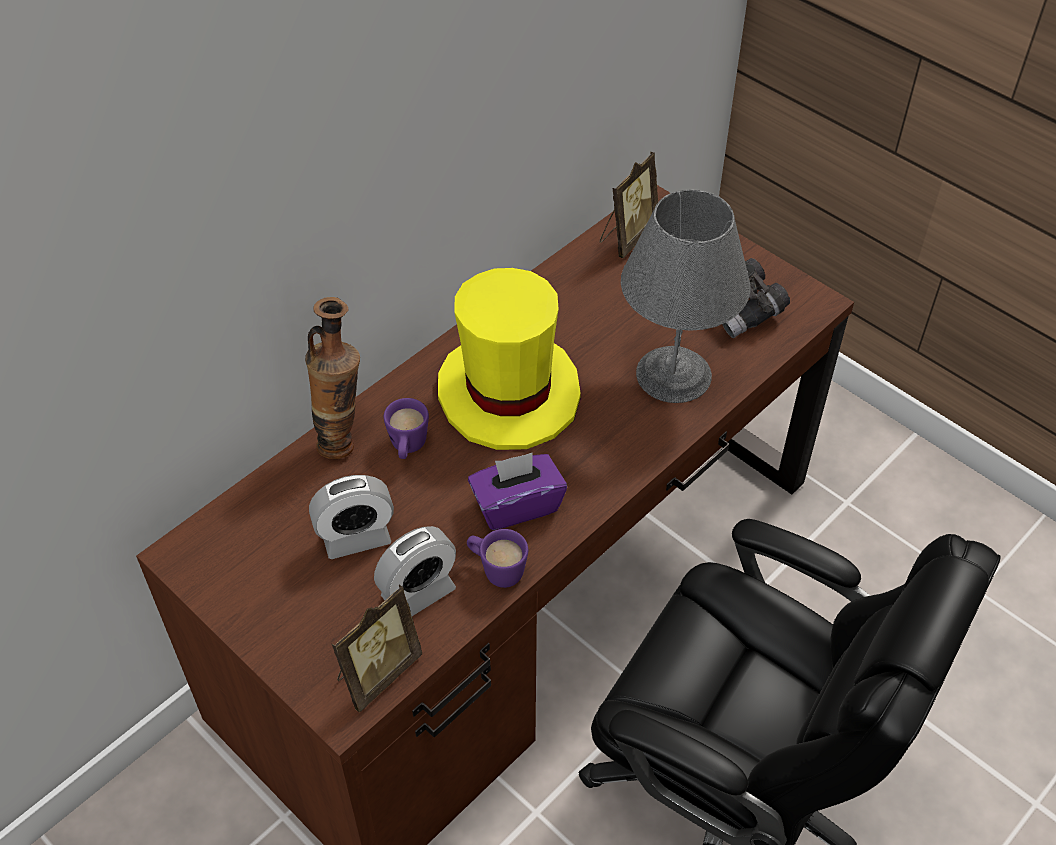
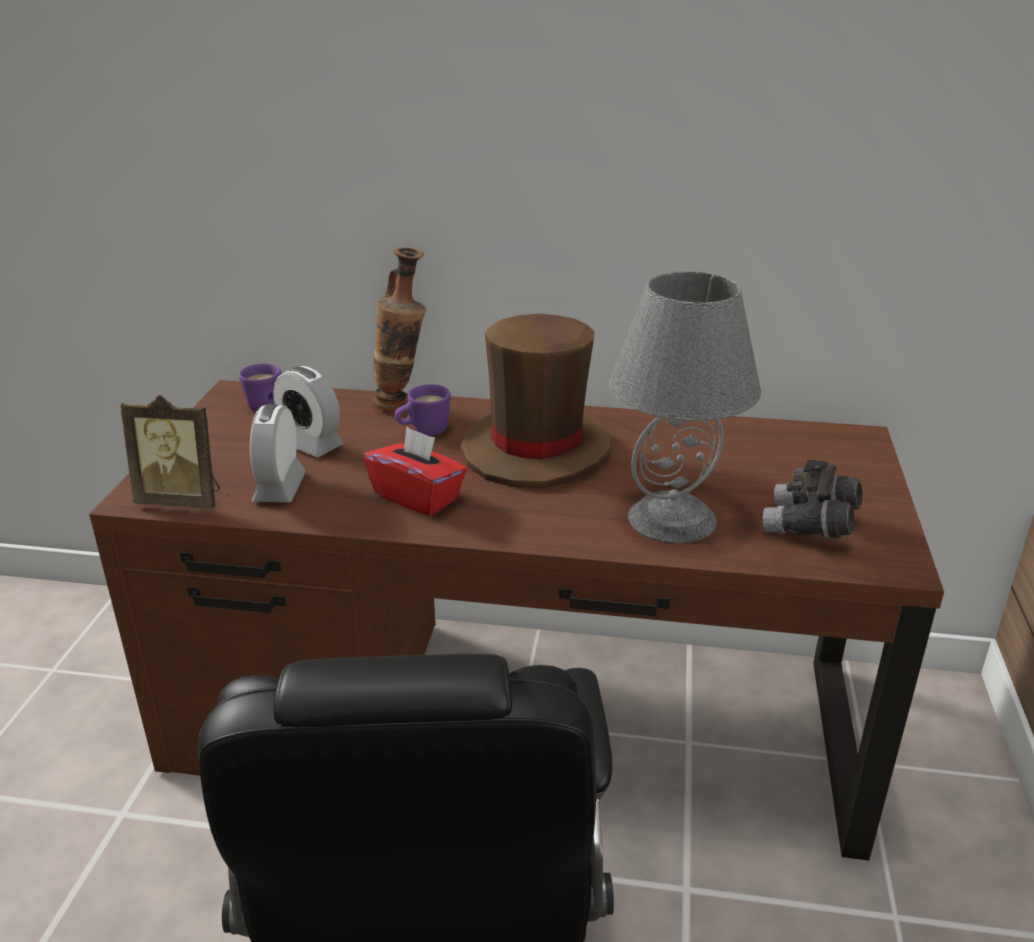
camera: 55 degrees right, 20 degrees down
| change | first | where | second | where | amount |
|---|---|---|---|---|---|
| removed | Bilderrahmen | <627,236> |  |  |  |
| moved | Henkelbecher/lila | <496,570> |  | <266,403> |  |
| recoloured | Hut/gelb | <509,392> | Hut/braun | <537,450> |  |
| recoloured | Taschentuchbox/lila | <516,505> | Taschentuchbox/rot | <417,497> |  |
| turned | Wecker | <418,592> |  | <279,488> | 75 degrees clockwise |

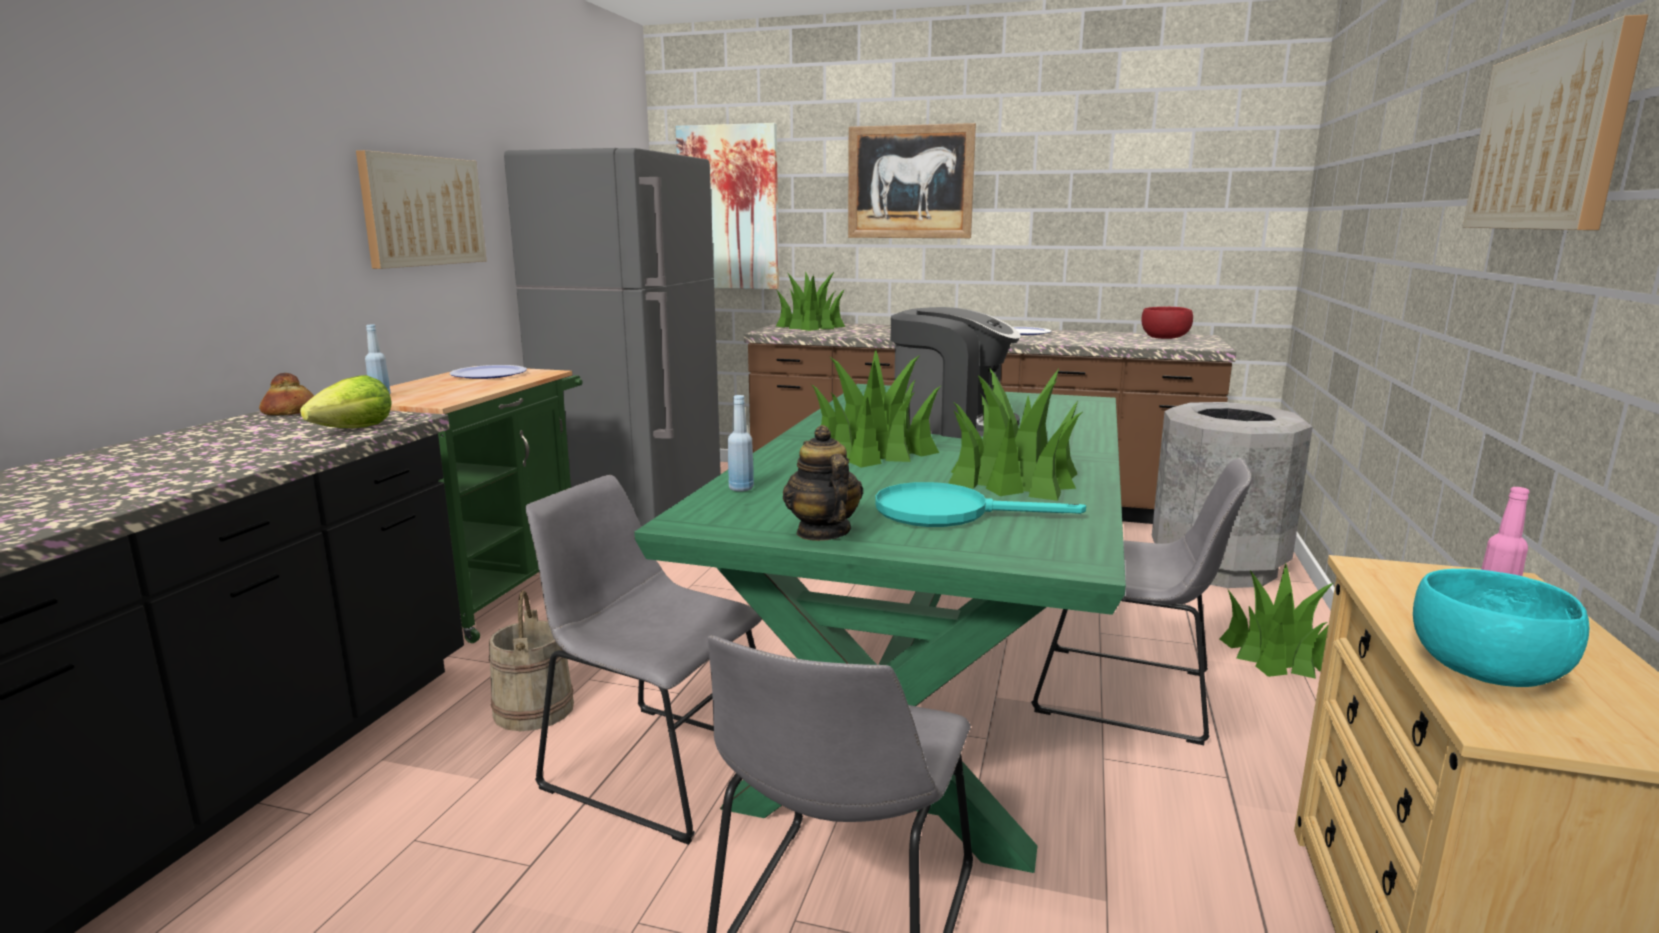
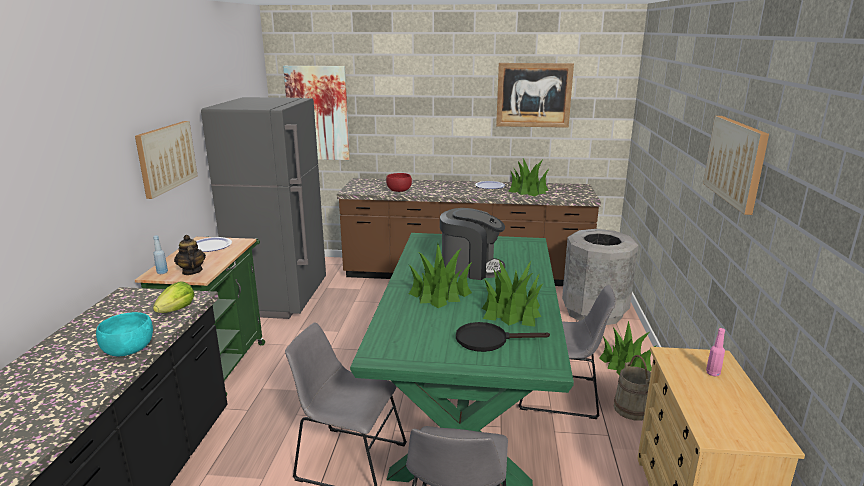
camera: 10 degrees left, 5 degrees up
| change | first | where | second | where | amount |
|---|---|---|---|---|---|
| removed | Brot | <290,411> |  |  |  |
| removed | Flasche/blau | <741,489> |  |  |  |
| moved | Eimer/beige | <533,709> |  | <632,408> |  |
| moved | Topfpflanze | <810,326> |  | <528,190> |  |
| moved | Teekanne | <822,532> |  | <192,271> |  |
| moved | Bild | <910,182> |  | <533,95> |  |
| moved | Schüssel/rot | <1165,338> |  | <399,191> |  |
| moved | Schüssel/türkis | <1485,673> |  | <128,350> |  |
| recoloured | Pfanne/türkis | <948,512> | Pfanne/schwarz | <489,340> |  |

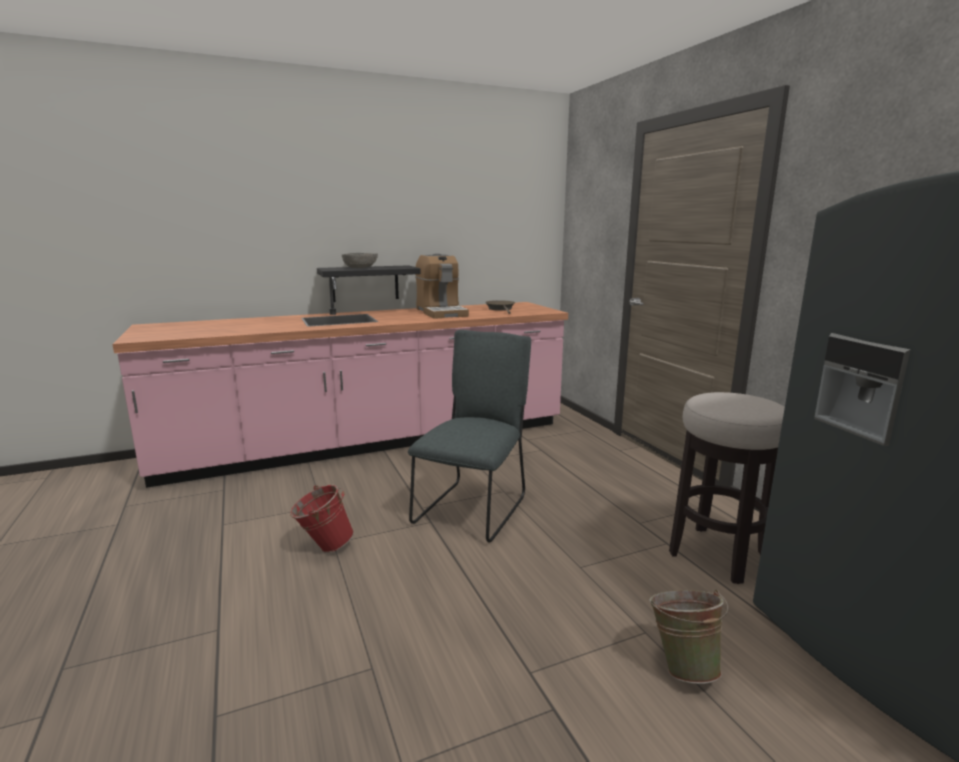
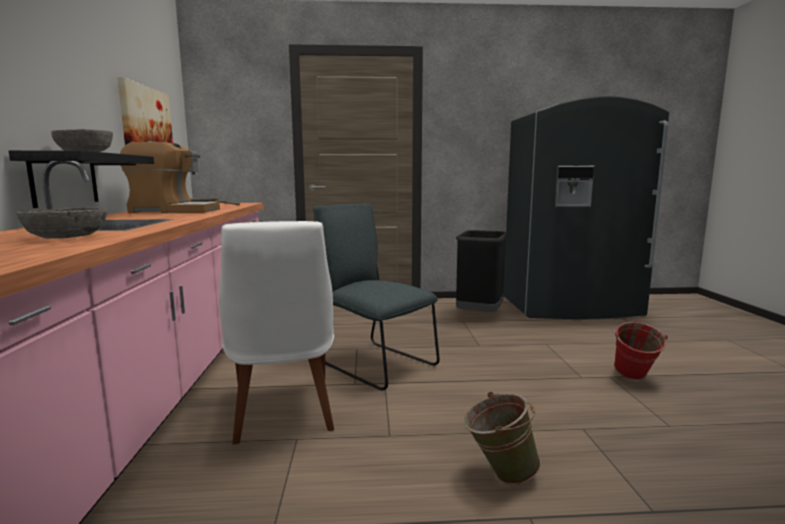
camera: 70 degrees left, 5 degrees down
| change | first | where | second | where | amount |
|---|---|---|---|---|---|
| added |  |  | Schüssel/grau | <68,237> |  |
| added |  |  | Bild | <145,119> |  |
| added |  |  | Stuhl/weiß | <283,411> |  |
| moved | Eimer/rot | <323,547> |  | <633,379> |  |
| moved | Eimer/grün | <682,665> |  | <499,474> |  |
| replaced | Hocker | <717,554> | Mülleimer/schwarz | <480,315> |  |

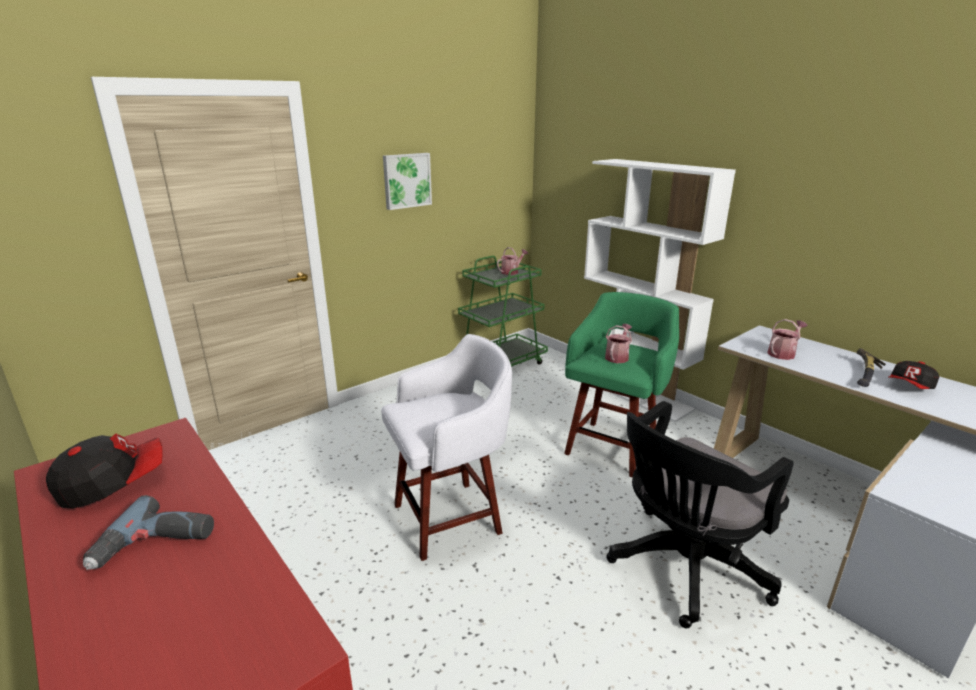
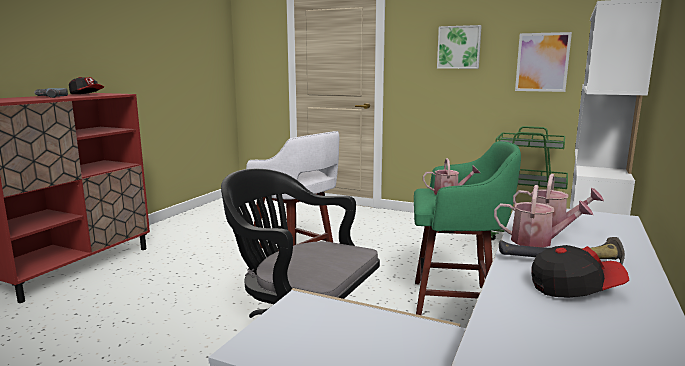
camera: 65 degrees right, 10 degrees down
| change | first | where | second | where | amount |
|---|---|---|---|---|---|
| added |  |  | Bild | <542,62> |  |
| moved | Gießkanne | <511,272> |  | <537,242> |  |
| turned | Kappe | <910,386> |  | <574,288> | 150 degrees clockwise |

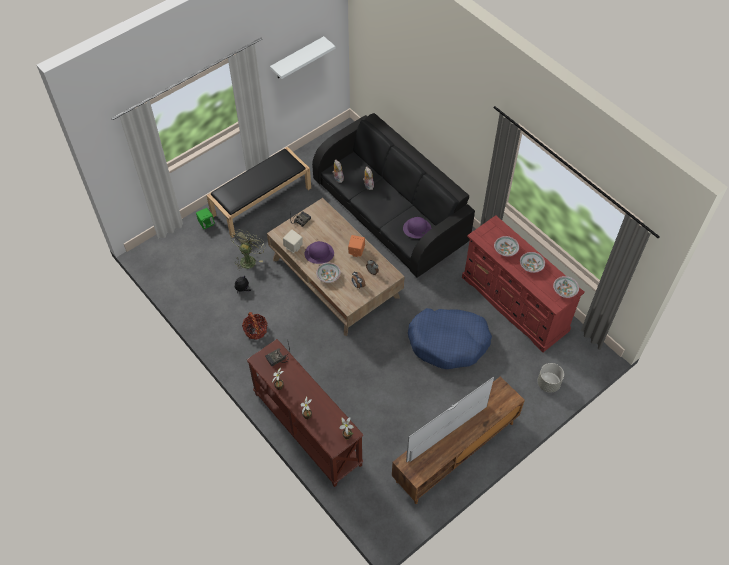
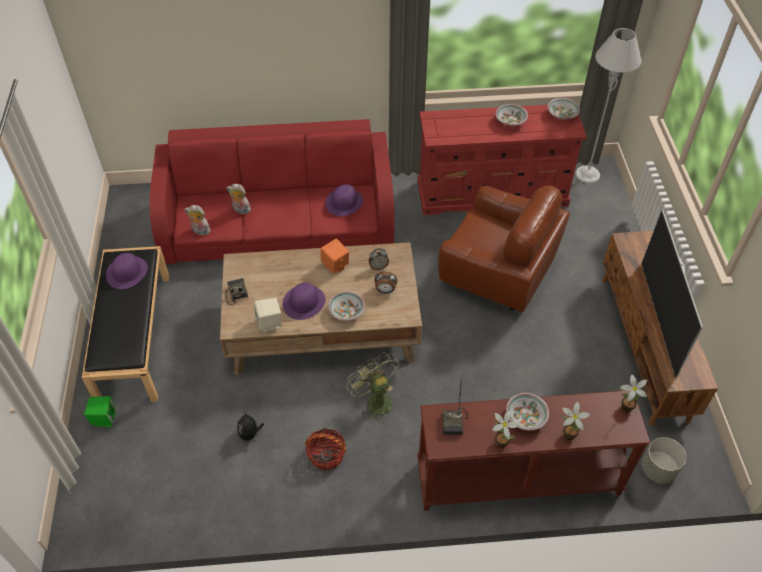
camera: 55 degrees left, 5 degrees down
| change | first | where | second | where | amount |
|---|---|---|---|---|---|
| removed | Wandregal/weiß | <297,58> |  |  |  |
| added |  |  | Hut/lila | <127,272> |  |
| added |  |  | Stehlampe/grau | <587,175> |  |
| moved | Ventilator/grün | <248,259> |  | <375,400> |  |
| moved | Schüssel | <505,250> |  | <525,417> |  |
| moved | Pflanzkübel/grau | <548,383> |  | <658,469> |  |
| replaced | Hundebett/blau | <448,342> | Sessel/braun | <497,273> |  |
| recoloured | Sofa/schwarz | <391,211> | Sofa/rot | <279,223> |  |

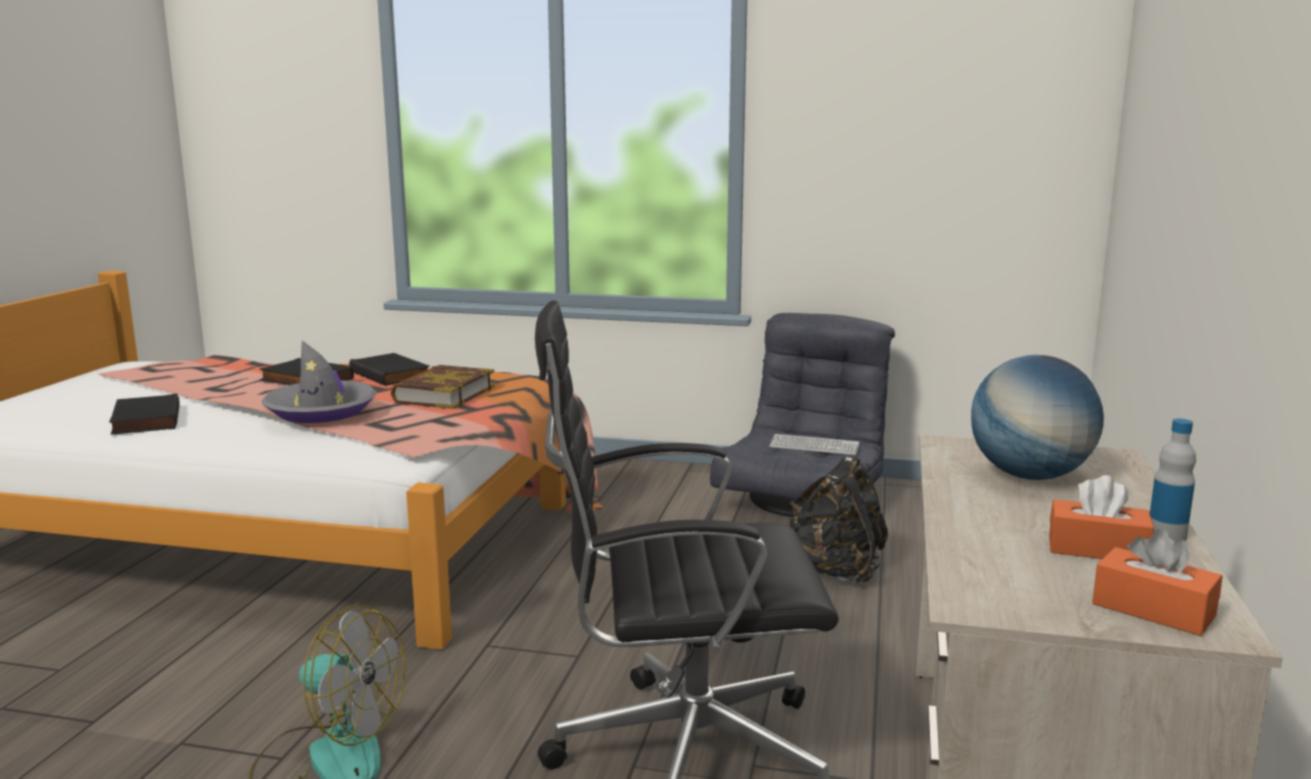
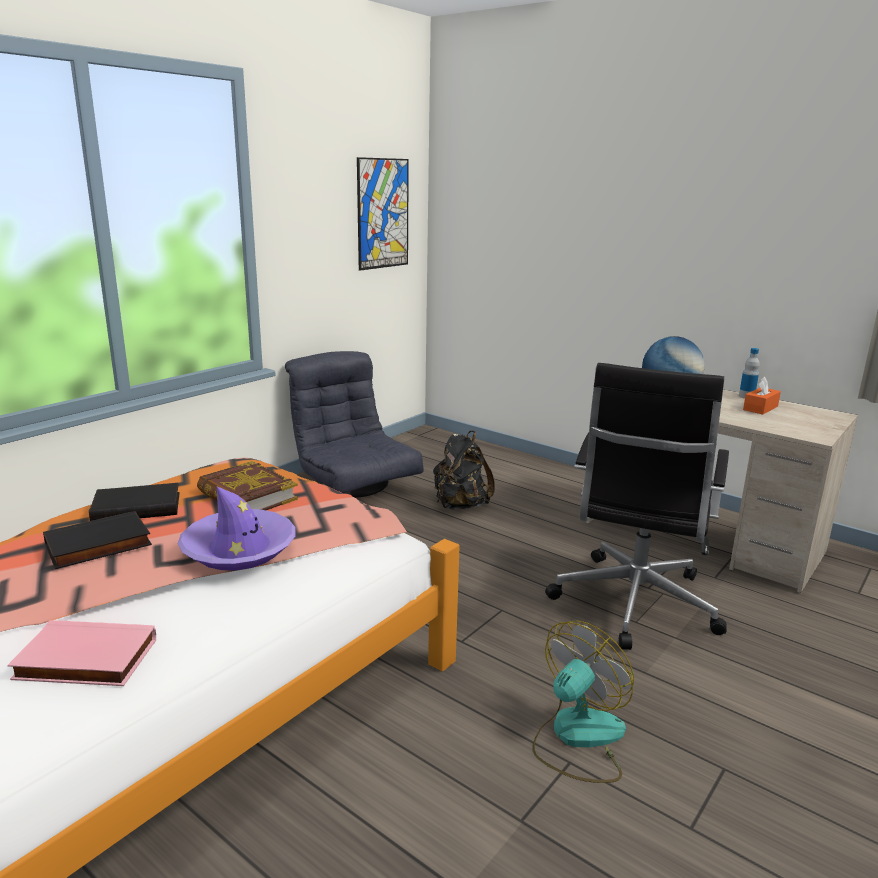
camera: 65 degrees left, 5 degrees up
| change | first | where | second | where | amount |
|---|---|---|---|---|---|
| removed | Tastatur | <814,446> |  |  |  |
| removed | Taschentuchbox/orange | <1153,610> |  |  |  |
| added |  |  | Bild | <383,214> |  |
| recoloured | Buch/schwarz | <144,420> | Buch/rosa | <84,661> |  |
| recoloured | Hut/grau | <321,411> | Hut/lila | <239,549> |  |

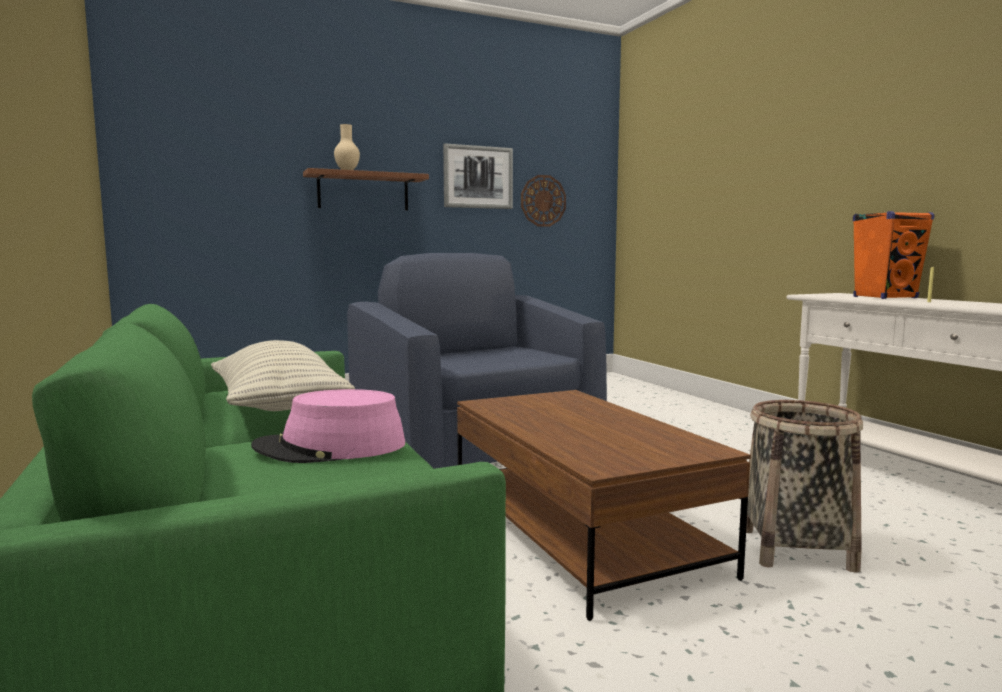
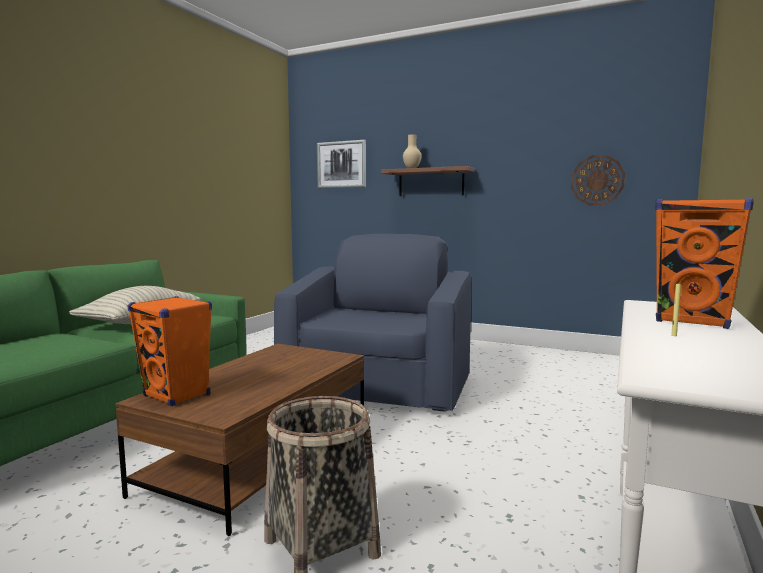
camera: 50 degrees right, 0 degrees up
| change | first | where | second | where | amount |
|---|---|---|---|---|---|
| removed | Hut/rosa | <331,447> |  |  |  |
| added |  |  | Lautsprecher/orange | <177,395> |  |
| moved | Bild | <478,177> |  | <341,164> |  |

